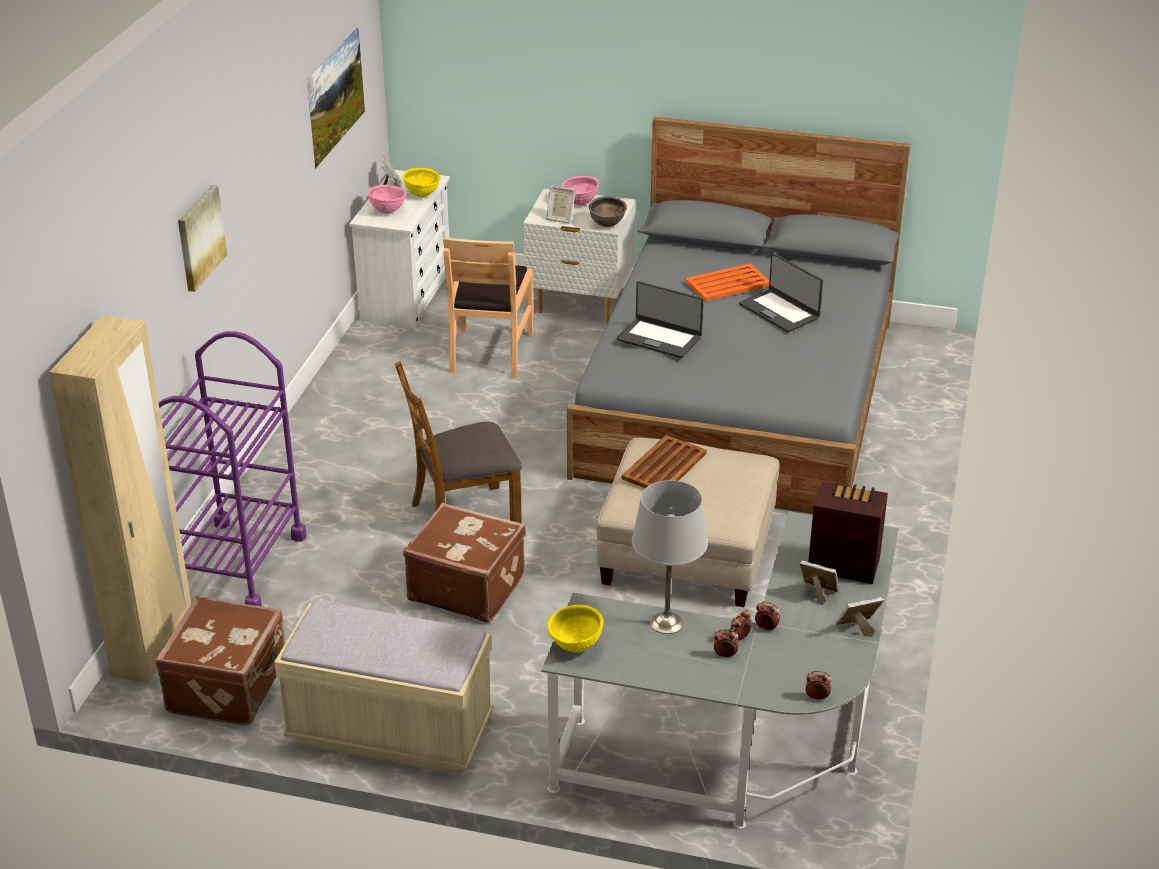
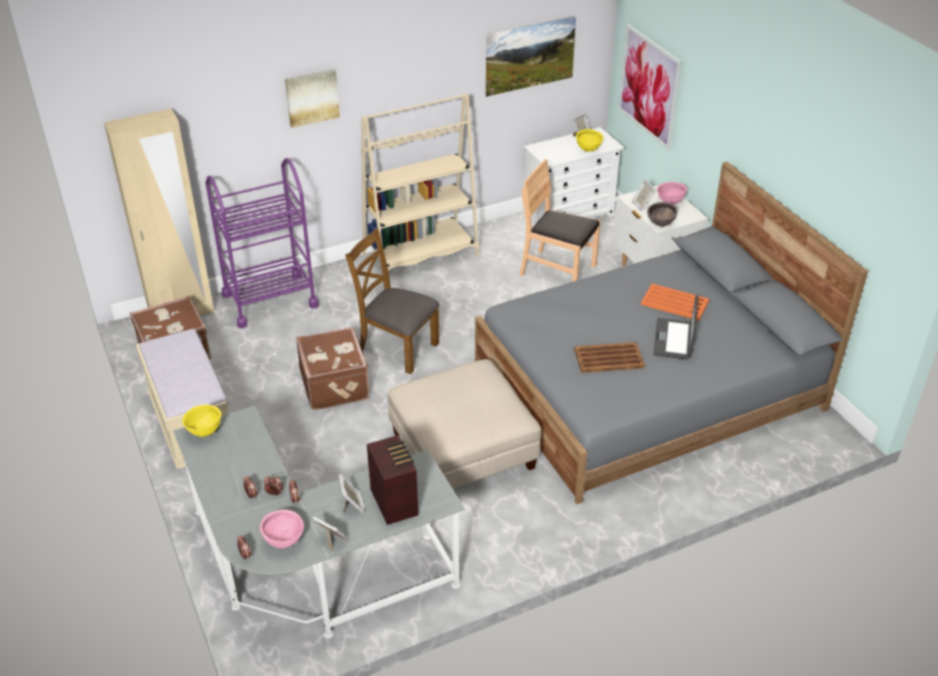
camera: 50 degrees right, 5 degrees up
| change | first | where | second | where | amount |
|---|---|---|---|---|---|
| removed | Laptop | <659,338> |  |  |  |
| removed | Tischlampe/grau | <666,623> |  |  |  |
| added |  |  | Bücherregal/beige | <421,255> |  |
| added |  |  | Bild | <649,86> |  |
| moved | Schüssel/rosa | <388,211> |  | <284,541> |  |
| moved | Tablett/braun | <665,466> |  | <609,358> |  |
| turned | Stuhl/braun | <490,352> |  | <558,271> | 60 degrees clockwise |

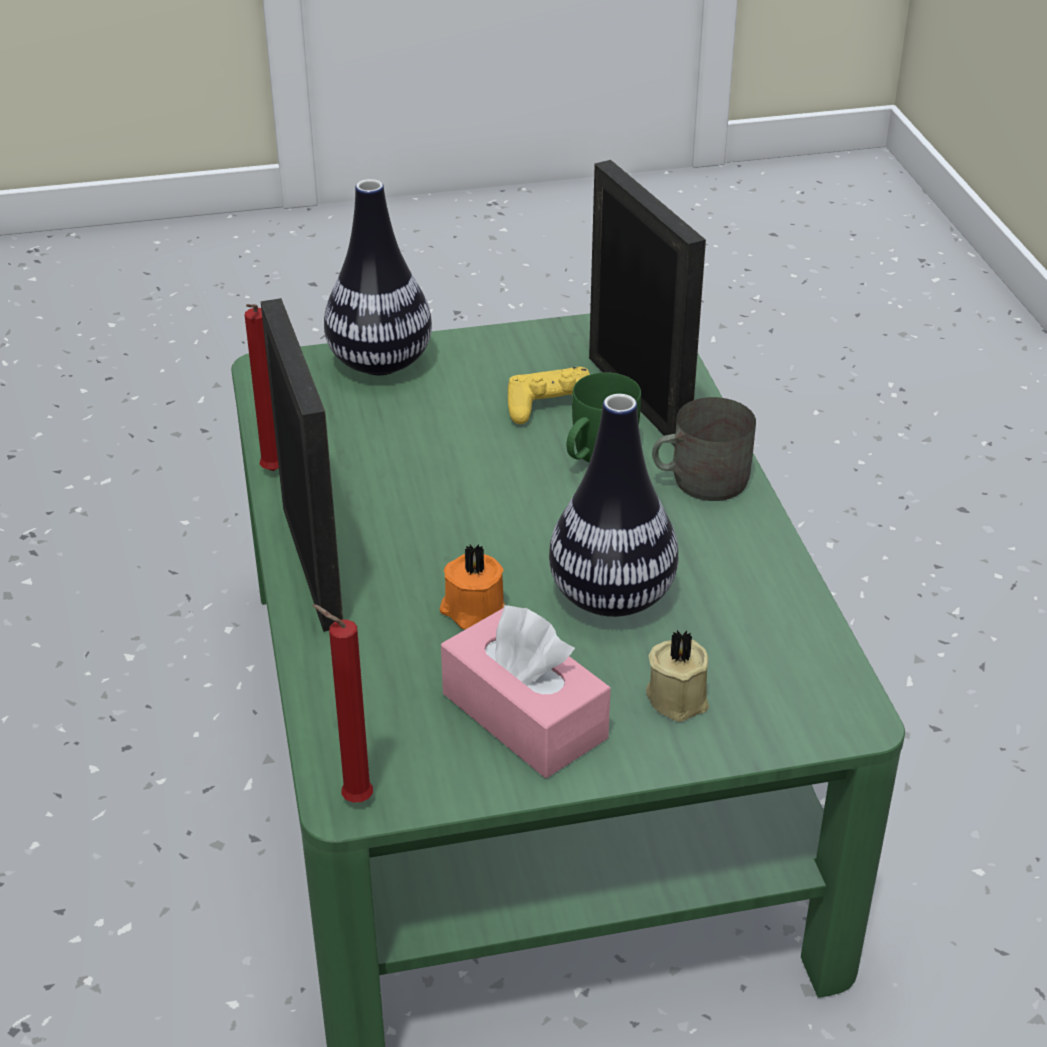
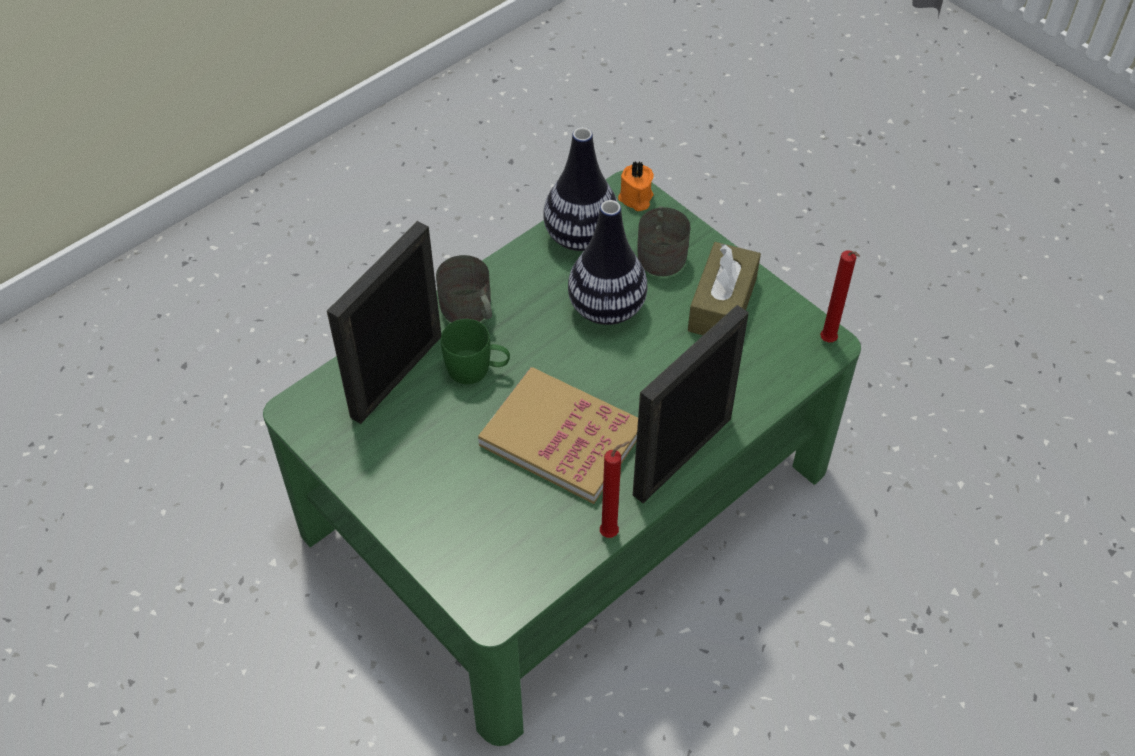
camera: 120 degrees left, 15 degrees up
| change | first | where | second | where | amount |
|---|---|---|---|---|---|
| removed | Gamepad/gelb | <552,406> |  |  |  |
| added |  |  | Buch | <562,437> |  |
| moved | Vase | <379,363> |  | <581,237> |  |
| moved | Kerze/orange | <472,610> |  | <635,198> |  |
| replaced | Kerze/beige | <679,697> | Henkelbecher/grau | <662,253> |  |
| recoloured | Taschentuchbox/rosa | <524,715> | Taschentuchbox/braun | <722,304> |  |

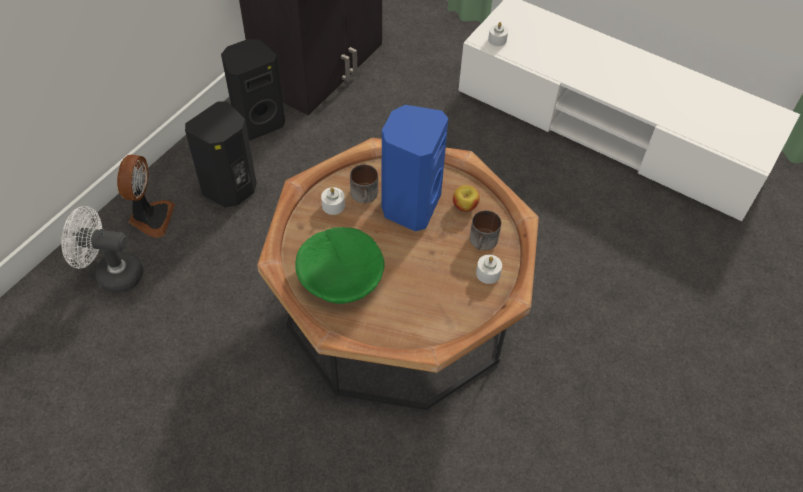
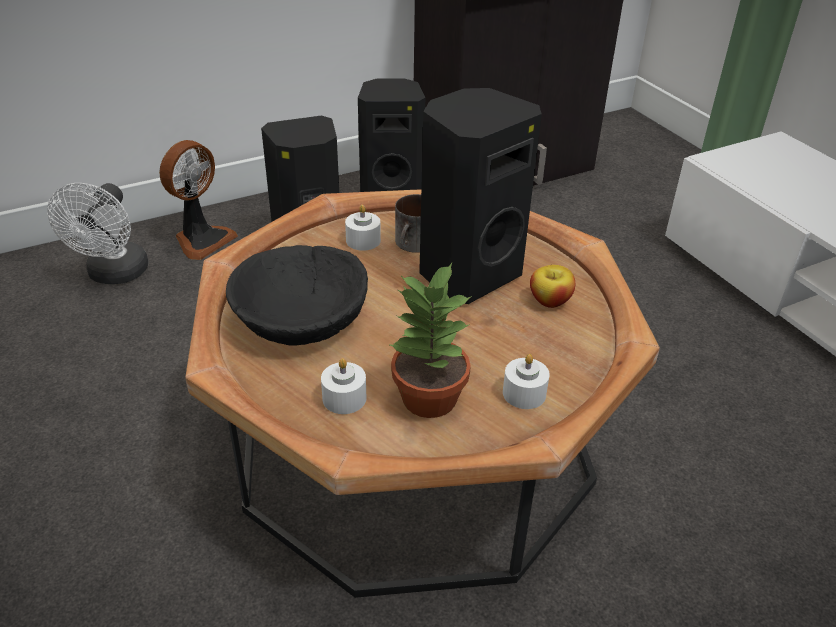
camera: 30 degrees right, 15 degrees down
| change | first | where | second | where | amount |
|---|---|---|---|---|---|
| removed | Henkelbecher | <483,242> |  |  |  |
| added |  |  | Topfpflanze | <427,399> |  |
| moved | Kerze/weiß | <497,40> |  | <344,398> |  |
| recoloured | Schüssel/grün | <340,277> | Schüssel/schwarz | <300,317> |  |
| recoloured | Lautsprecher/blau | <409,205> | Lautsprecher/schwarz | <467,274> |  |
| turned | Ventilator/weiß | <112,274> |  | <114,275> | 120 degrees counterclockwise |

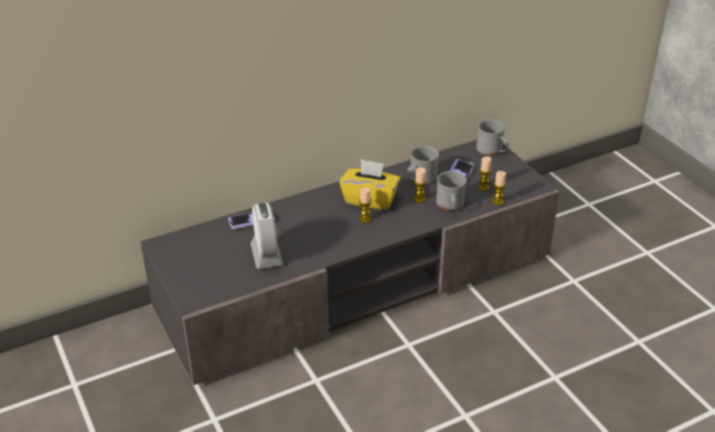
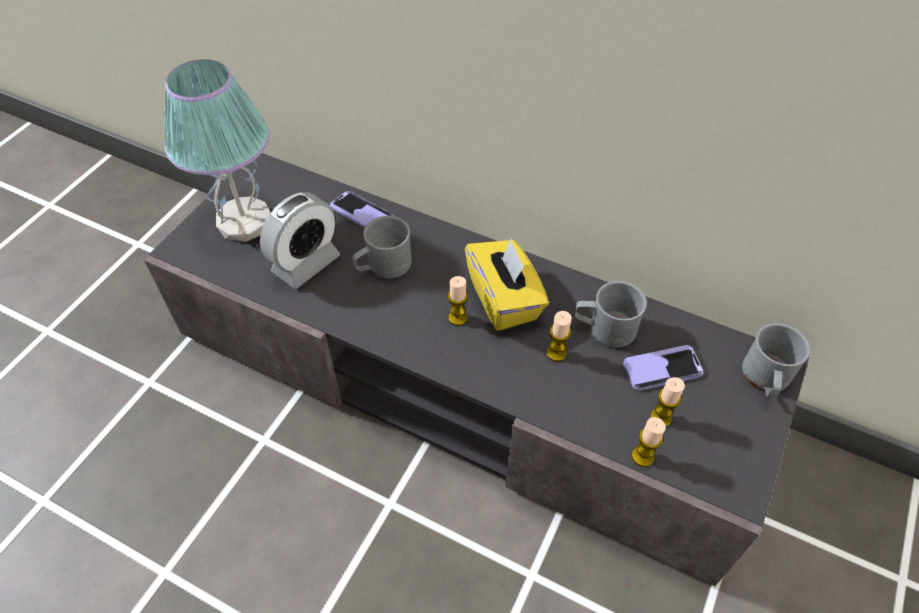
camera: 55 degrees right, 15 degrees up
| change | first | where | second | where | amount |
|---|---|---|---|---|---|
| added |  |  | Tischlampe | <244,222> |  |
| moved | Henkelbecher/grau | <450,206> |  | <383,266> |  |

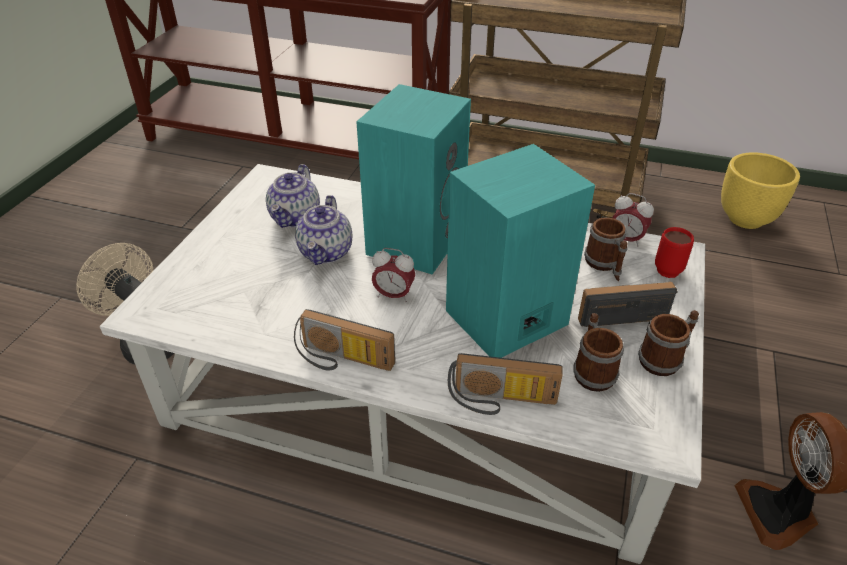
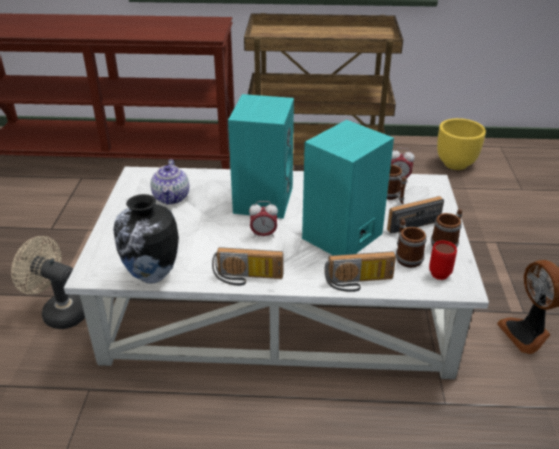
camera: 15 degrees left, 5 degrees down
| change | first | where | second | where | amount |
|---|---|---|---|---|---|
| removed | Teekanne | <326,252> |  |  |  |
| added |  |  | Vase | <152,276> |  |
| moved | Henkelbecher/rot | <670,268> |  | <440,272> |  |

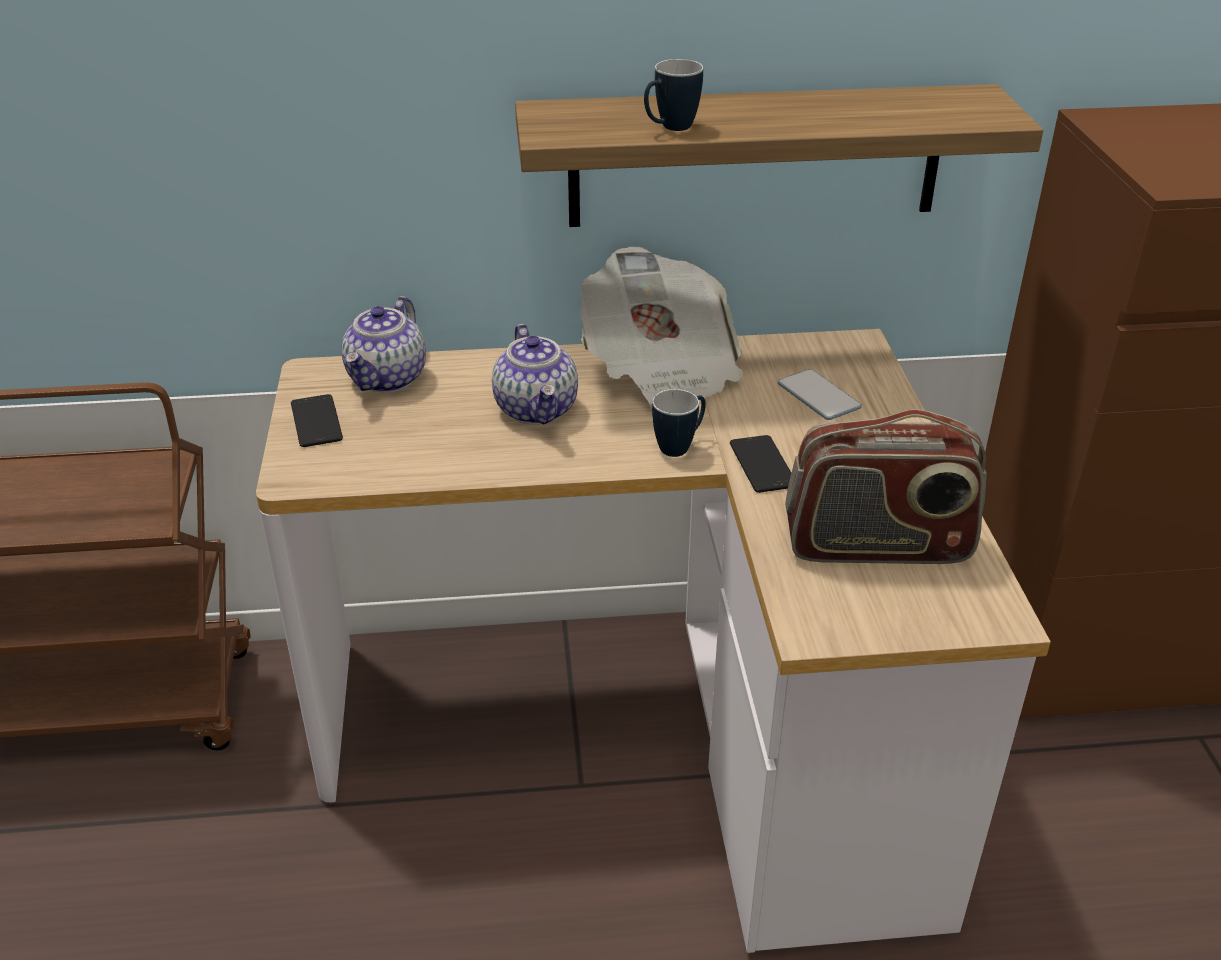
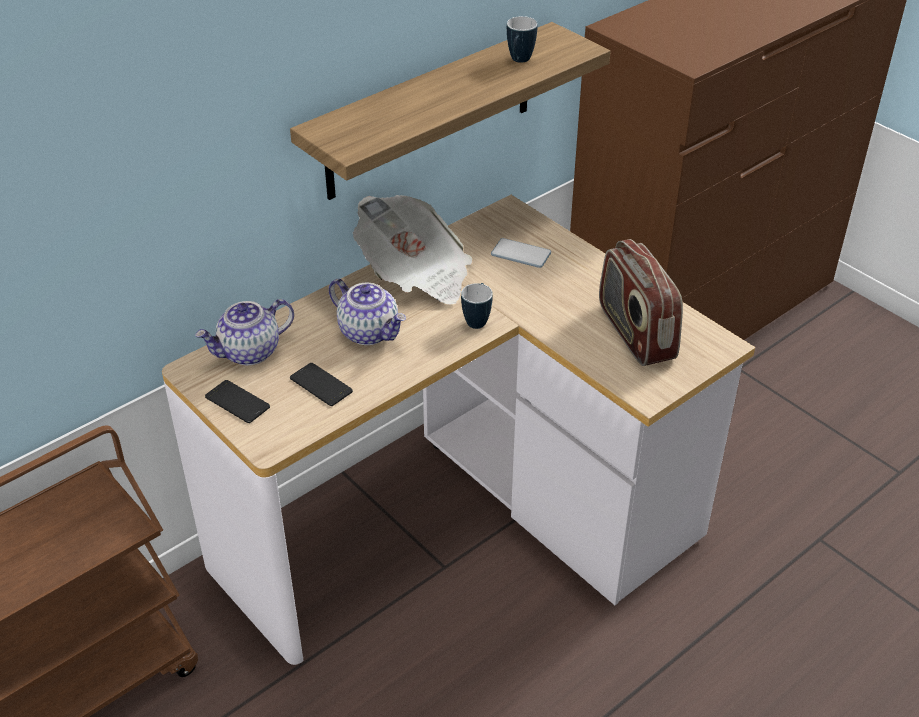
camera: 35 degrees left, 5 degrees up
| change | first | where | second | where | amount |
|---|---|---|---|---|---|
| moved | Henkelbecher | <669,129> |  | <519,61> |  |
| moved | Handy | <762,465> |  | <321,385> |  |
| turned | Teekanne | <388,379> |  | <249,352> | 75 degrees clockwise |
| turned | Radio | <877,546> |  | <635,333> | 105 degrees clockwise |

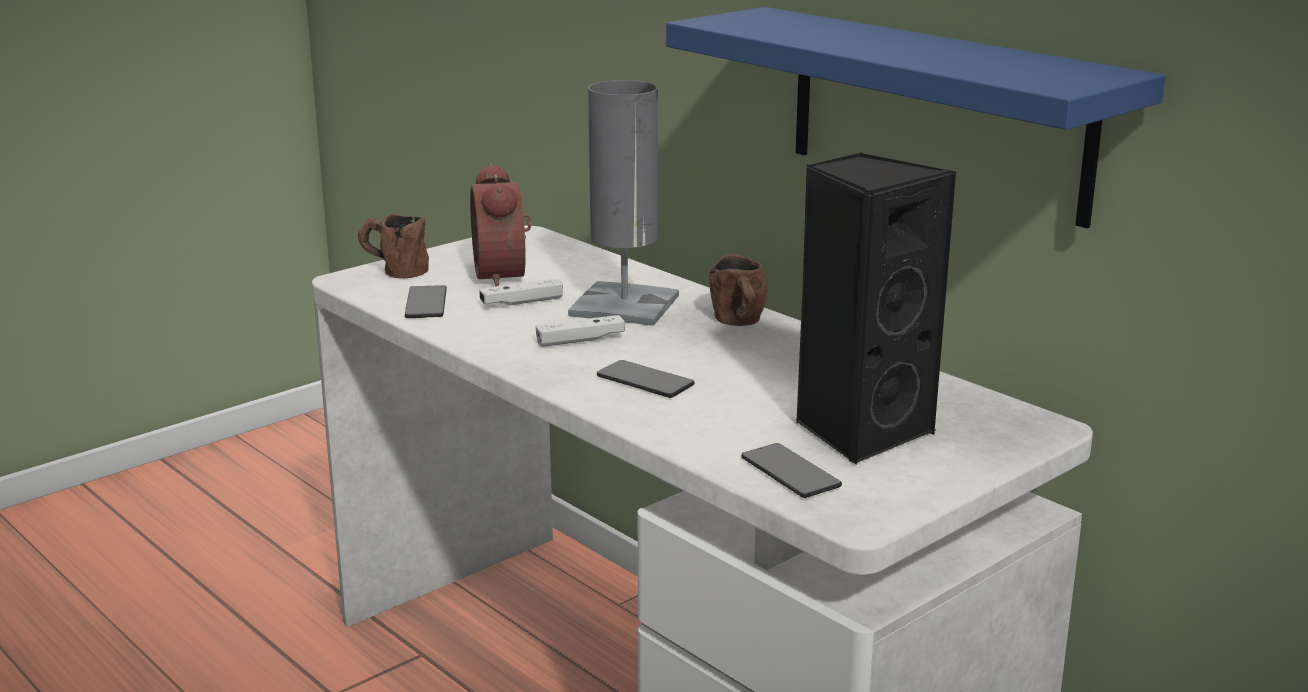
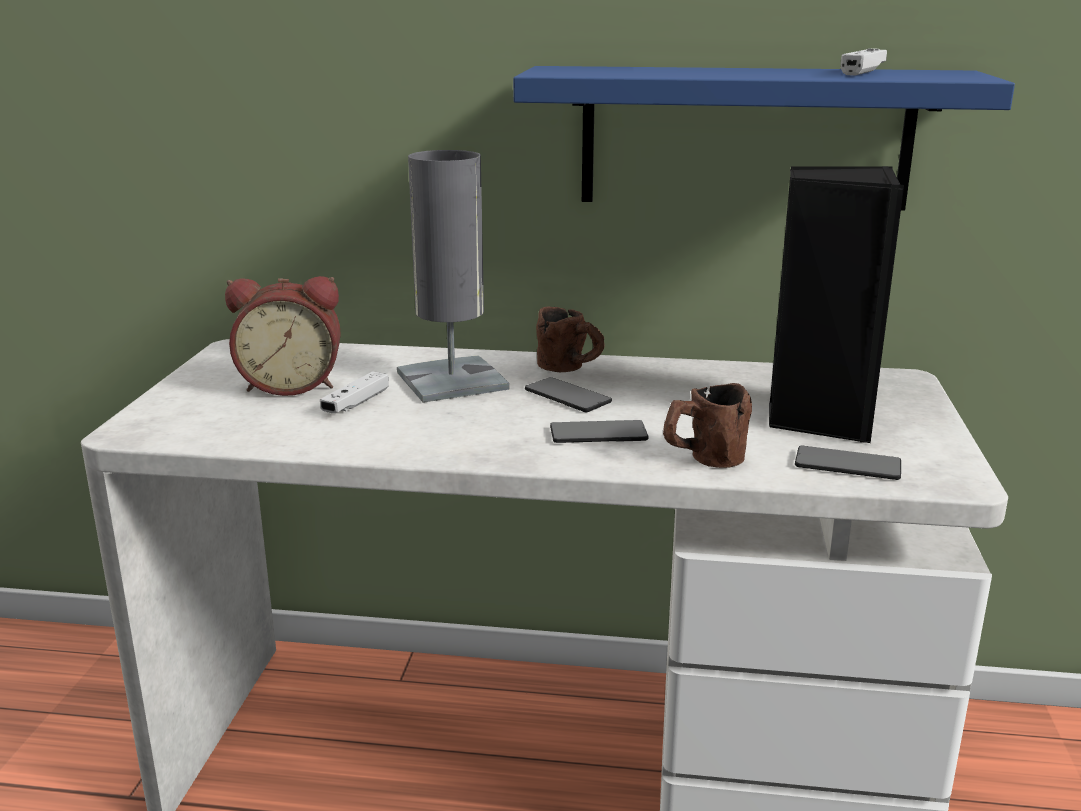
camera: 40 degrees left, 0 degrees up
| change | first | where | second | where | amount |
|---|---|---|---|---|---|
| moved | Henkelbecher/braun | <393,270> |  | <702,460> |  |
| moved | Handy | <426,303> |  | <567,396> |  |
| moved | Gamepad/weiß | <580,340> |  | <862,72> |  |
| turned | Wecker | <505,275> |  | <291,385> | 45 degrees counterclockwise |

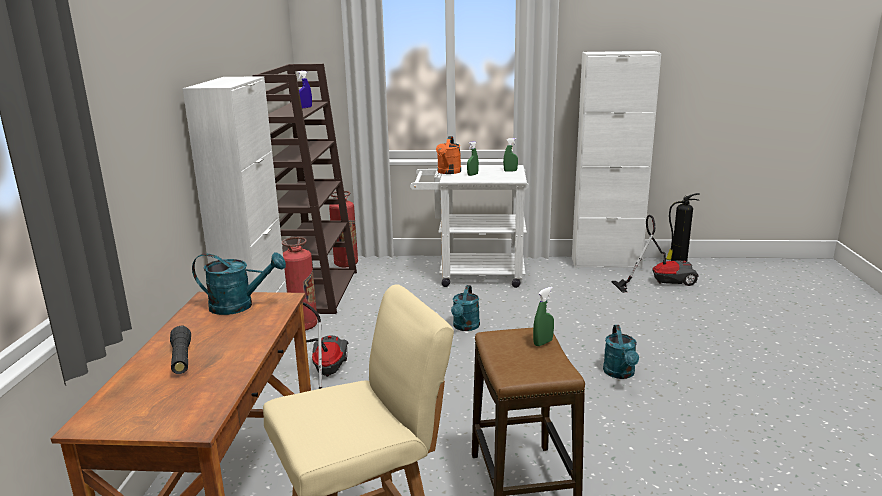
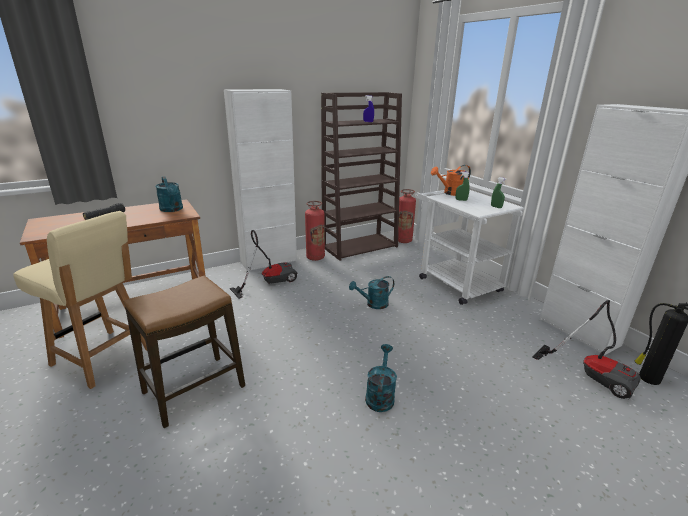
camera: 55 degrees right, 5 degrees up
| change | first | where | second | where | amount |
|---|---|---|---|---|---|
| removed | Sprühflasche/grün | <543,343> |  |  |  |
| turned | Gießkanne/türkis | <620,374> |  | <380,395> | 135 degrees clockwise |

